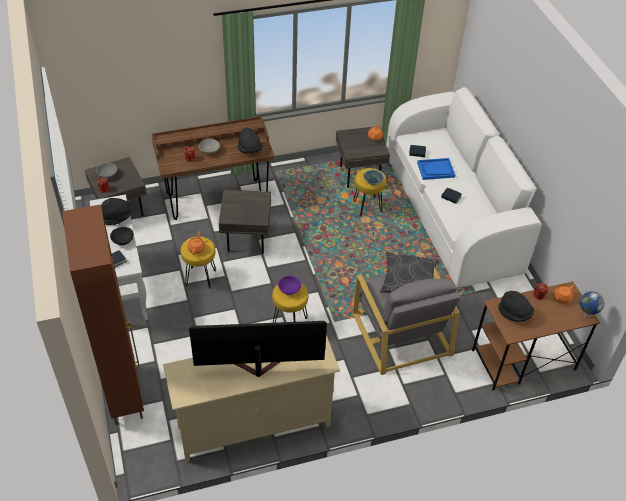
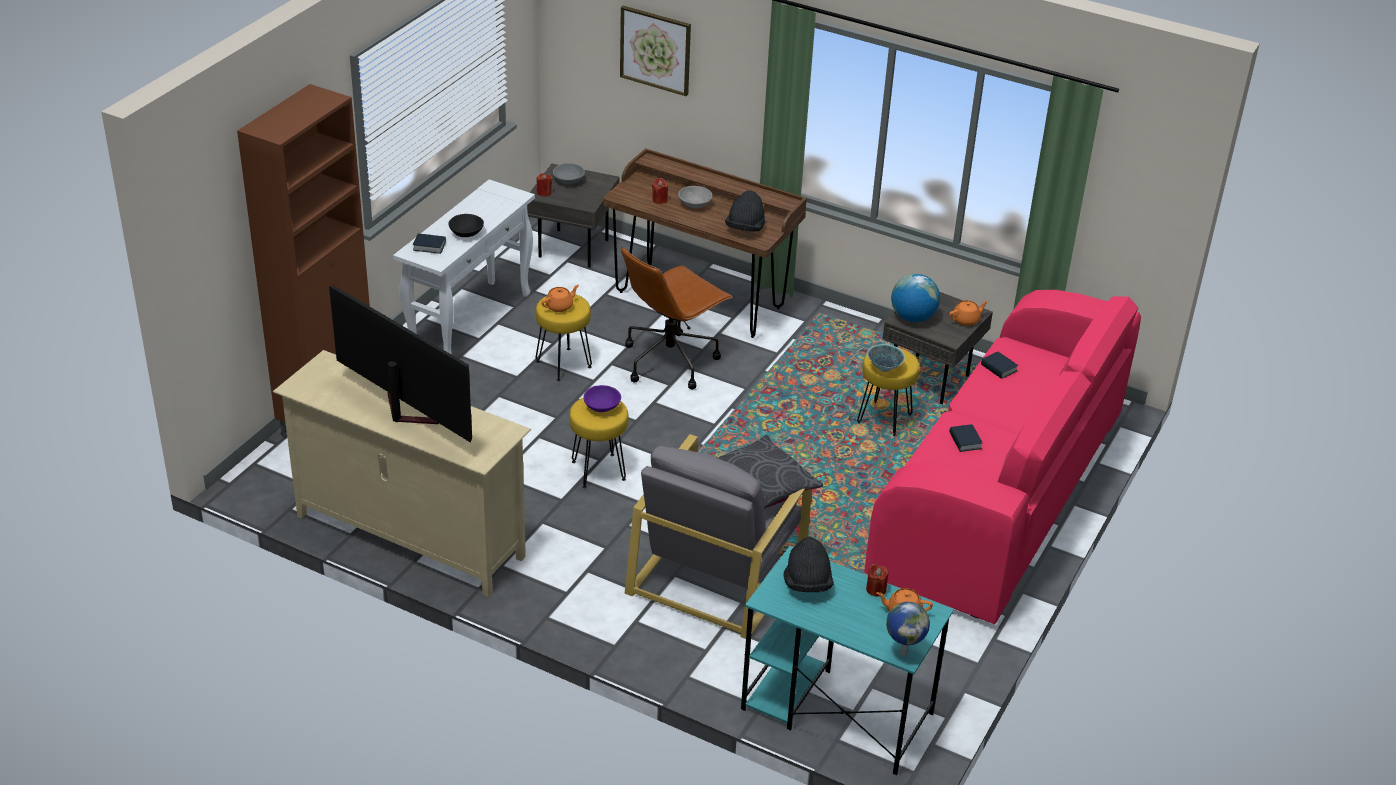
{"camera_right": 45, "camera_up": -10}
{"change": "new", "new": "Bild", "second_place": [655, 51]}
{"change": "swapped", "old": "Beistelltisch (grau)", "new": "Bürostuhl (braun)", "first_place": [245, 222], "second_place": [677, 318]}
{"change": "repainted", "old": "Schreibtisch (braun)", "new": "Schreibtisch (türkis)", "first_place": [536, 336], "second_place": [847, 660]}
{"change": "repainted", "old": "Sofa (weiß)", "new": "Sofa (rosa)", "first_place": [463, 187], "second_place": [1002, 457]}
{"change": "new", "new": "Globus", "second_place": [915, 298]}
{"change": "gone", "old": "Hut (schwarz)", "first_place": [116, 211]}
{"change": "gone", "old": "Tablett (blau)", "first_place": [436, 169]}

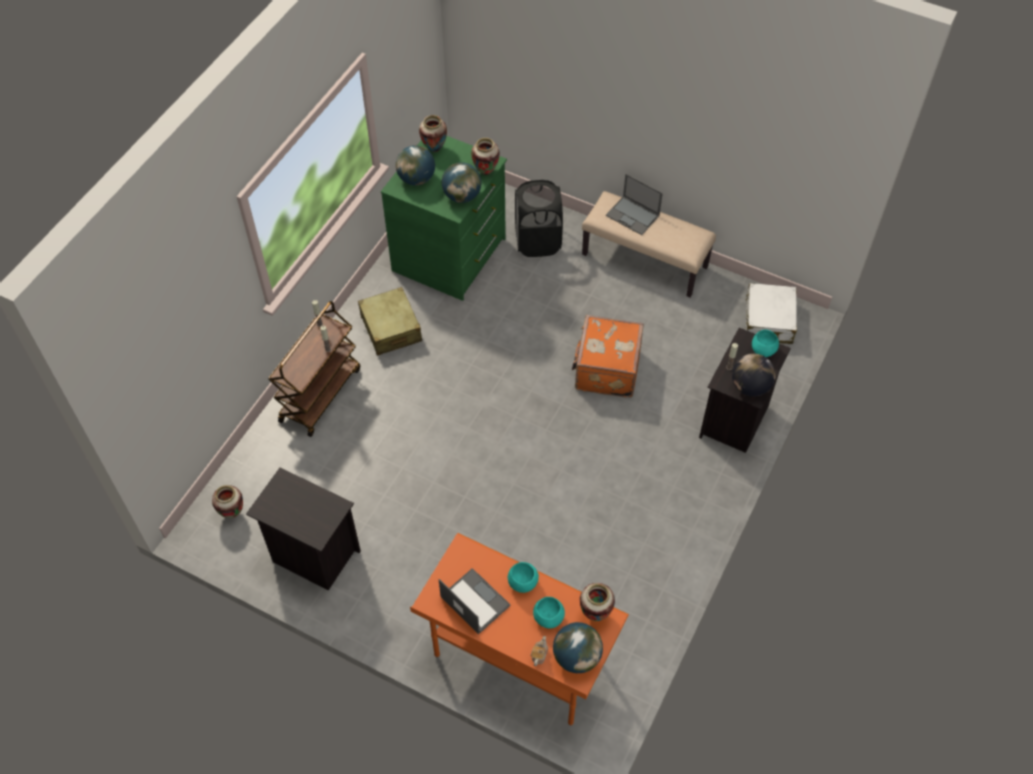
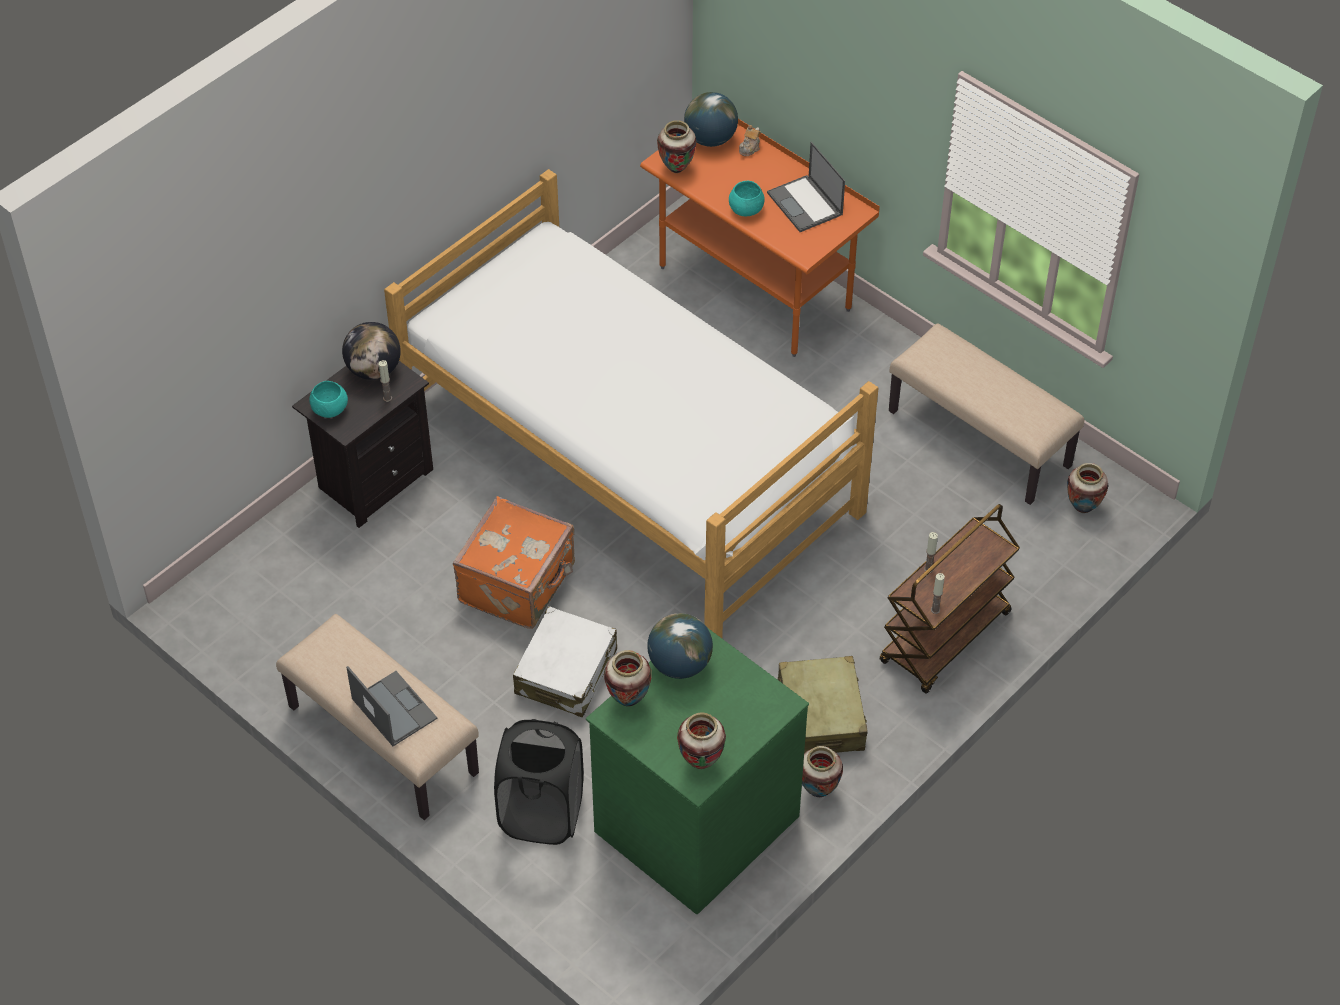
{"camera_right": -165, "camera_up": -5}
{"change": "new", "new": "Bett", "second_place": [631, 403]}
{"change": "shifted", "old": "Koffer (weiß)", "first_place": [771, 313], "second_place": [565, 661]}
{"change": "new", "new": "Vase", "second_place": [822, 771]}
{"change": "swapped", "old": "Nachttisch (schwarz)", "new": "Bank (beige)", "first_place": [303, 529], "second_place": [986, 414]}
{"change": "gone", "old": "Globus", "first_place": [415, 165]}
{"change": "gone", "old": "Schüssel (türkis)", "first_place": [549, 613]}

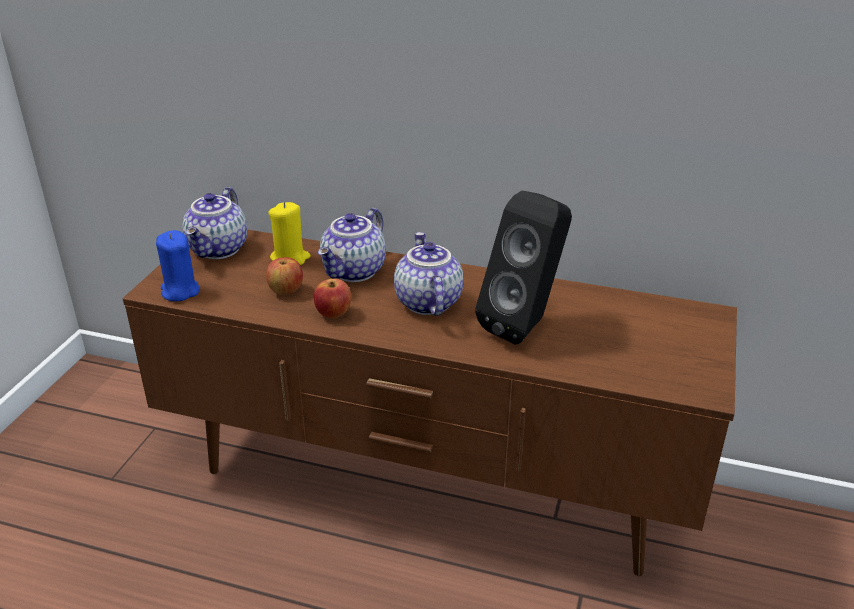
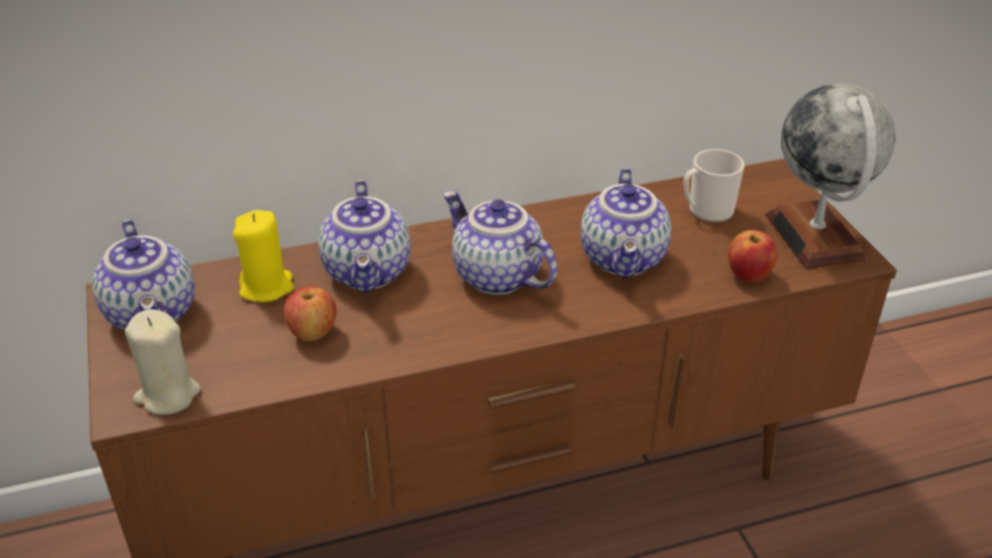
{"camera_right": -35, "camera_up": 5}
{"change": "repainted", "old": "Kerze (blau)", "new": "Kerze (beige)", "first_place": [177, 265], "second_place": [163, 362]}
{"change": "swapped", "old": "Lautsprecher (schwarz)", "new": "Teekanne", "first_place": [523, 267], "second_place": [626, 223]}
{"change": "new", "new": "Henkelbecher", "second_place": [714, 186]}
{"change": "shifted", "old": "Apfel", "first_place": [333, 299], "second_place": [752, 256]}
{"change": "new", "new": "Globus", "second_place": [831, 176]}

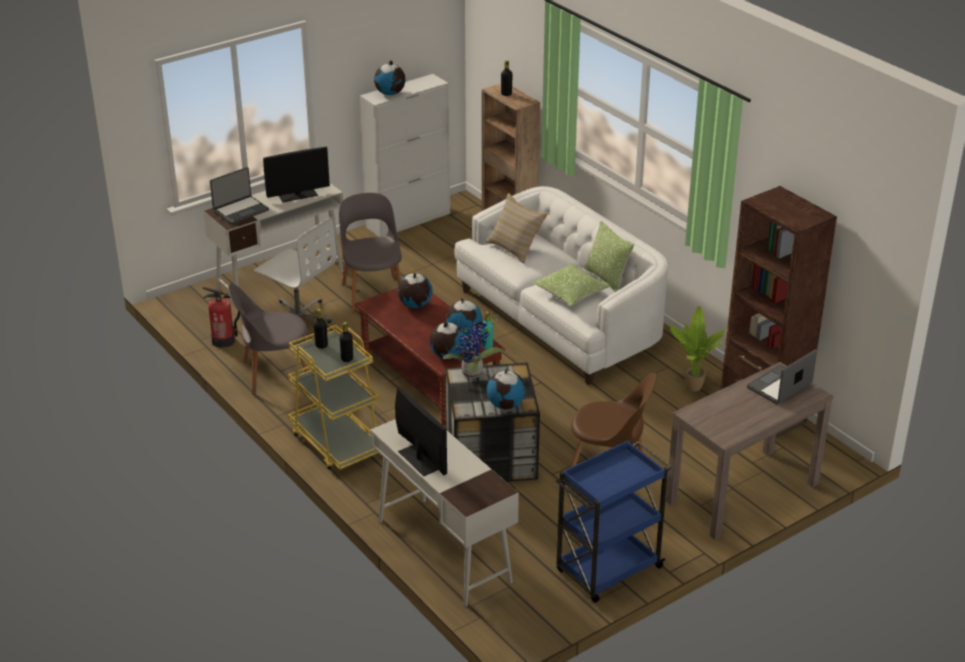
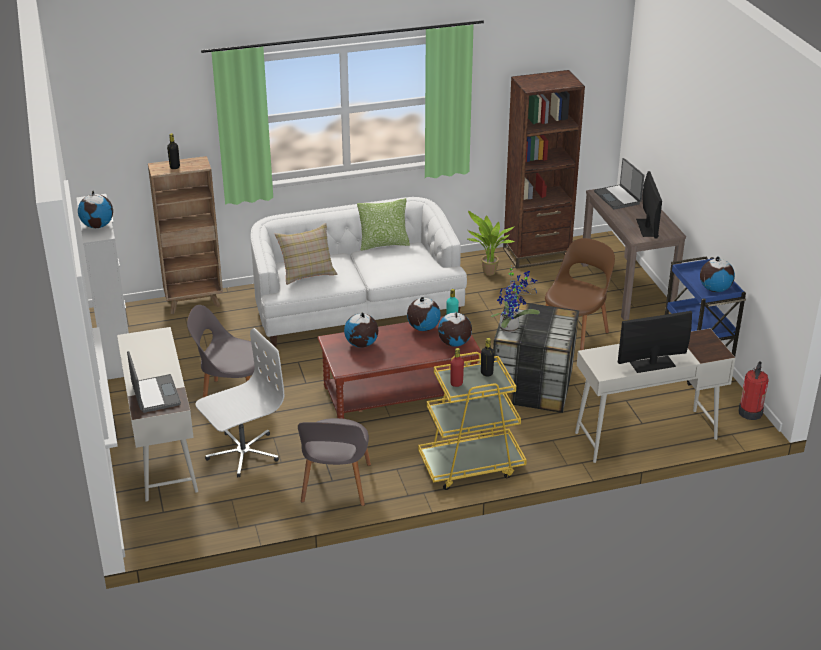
{"camera_right": -70, "camera_up": 0}
{"change": "repainted", "old": "Flasche (schwarz)", "new": "Flasche (rot)", "first_place": [320, 329], "second_place": [457, 367]}
{"change": "shifted", "old": "Monitor", "first_place": [296, 174], "second_place": [649, 205]}
{"change": "shifted", "old": "Globus", "first_place": [506, 388], "second_place": [717, 274]}
{"change": "shifted", "old": "Feuerlöscher", "first_place": [221, 317], "second_place": [753, 390]}
{"change": "gone", "old": "Kissen", "first_place": [571, 284]}

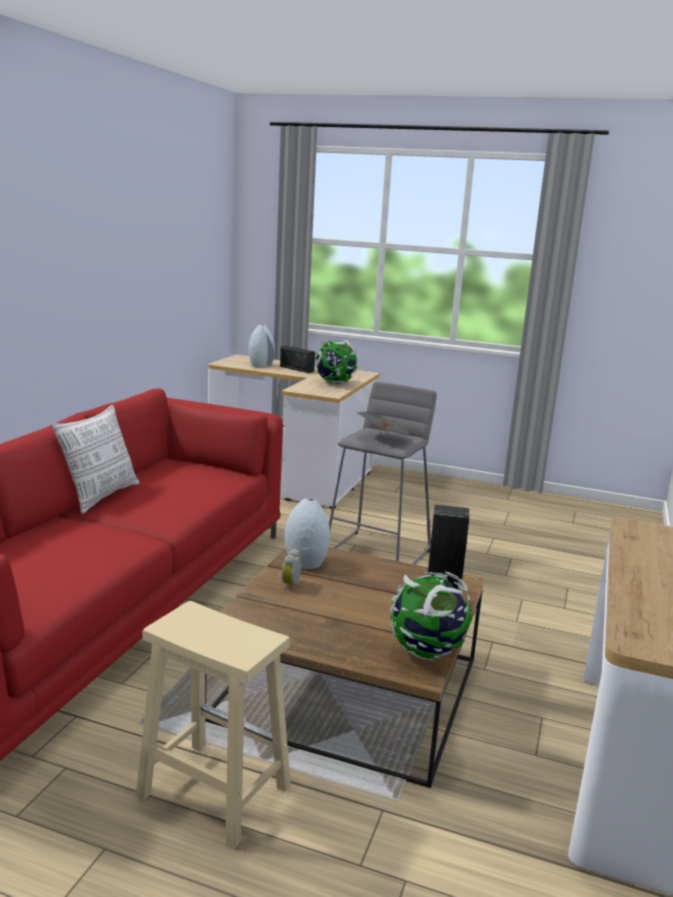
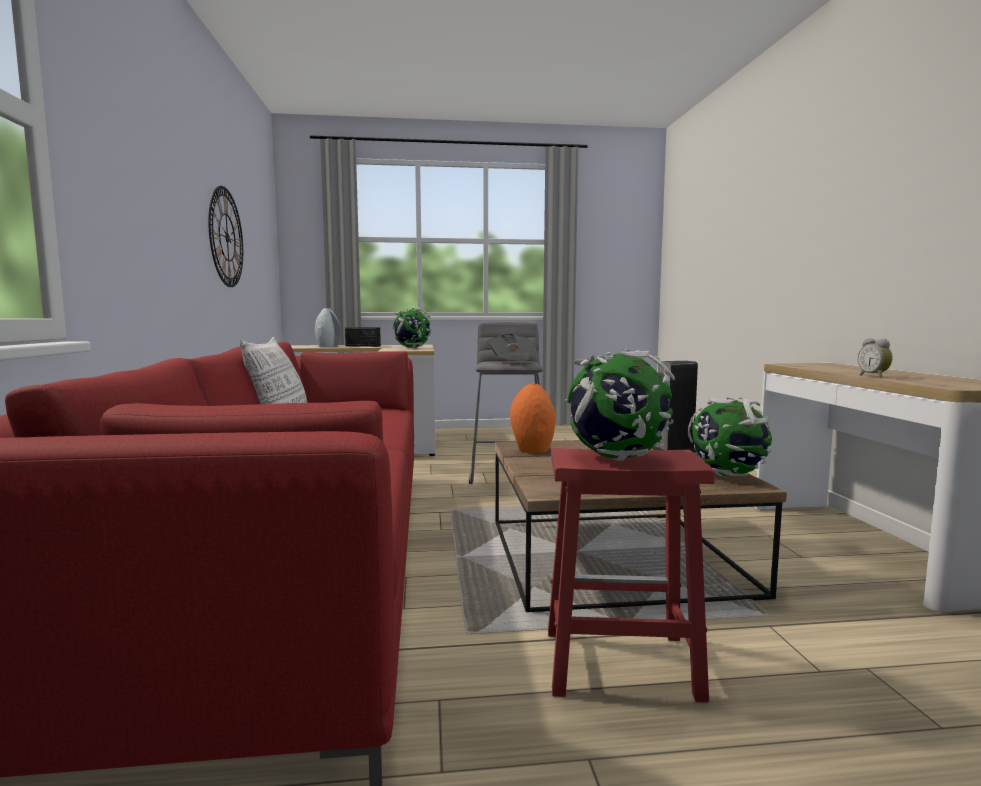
{"camera_right": -25, "camera_up": -10}
{"change": "new", "new": "Wanduhr", "second_place": [225, 236]}
{"change": "repainted", "old": "Vase (grau)", "new": "Vase (orange)", "first_place": [307, 533], "second_place": [532, 418]}
{"change": "repainted", "old": "Hocker (beige)", "new": "Hocker (rot)", "first_place": [213, 724], "second_place": [631, 575]}
{"change": "new", "new": "Globus", "second_place": [620, 405]}
{"change": "shifted", "old": "Wecker", "first_place": [291, 569], "second_place": [875, 358]}

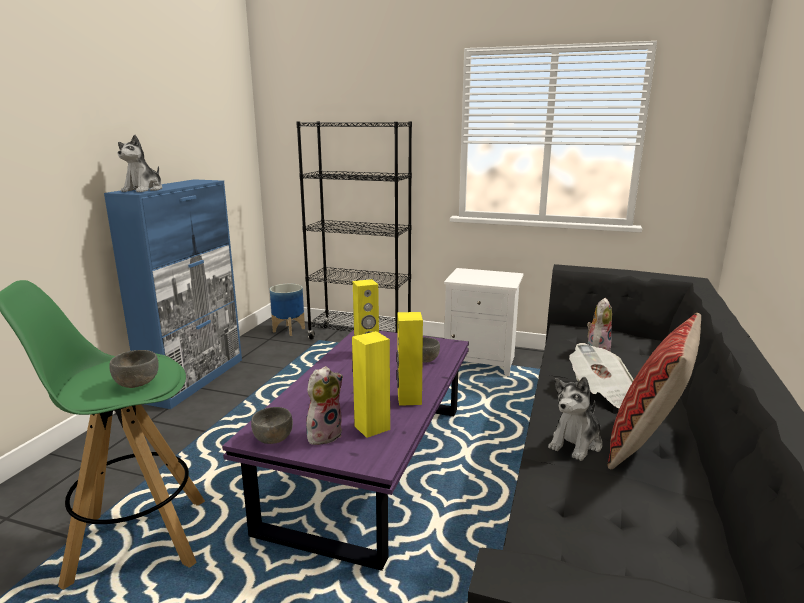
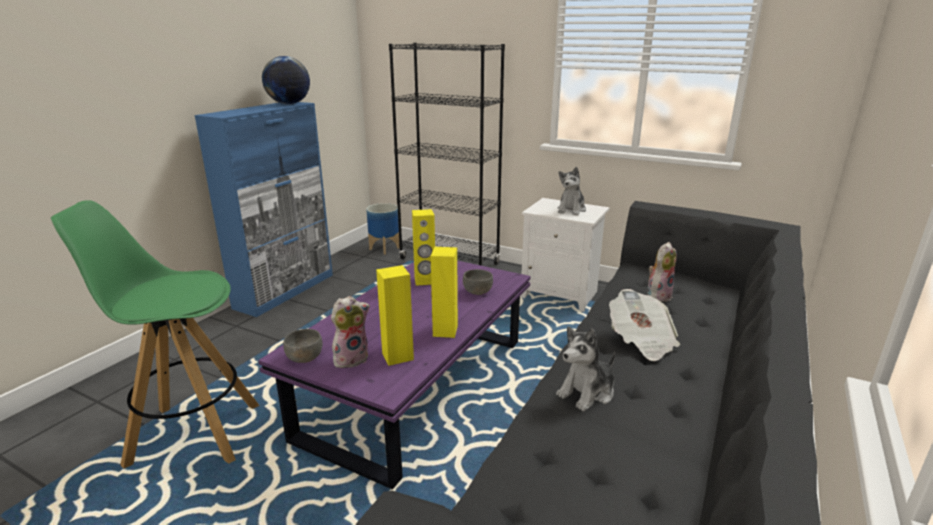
{"camera_right": 10, "camera_up": 5}
{"change": "new", "new": "Globus", "second_place": [286, 80]}
{"change": "shifted", "old": "Plüschtier", "first_place": [140, 163], "second_place": [572, 191]}
{"change": "gone", "old": "Schüssel (grau)", "first_place": [134, 369]}
{"change": "gone", "old": "Kissen", "first_place": [654, 391]}

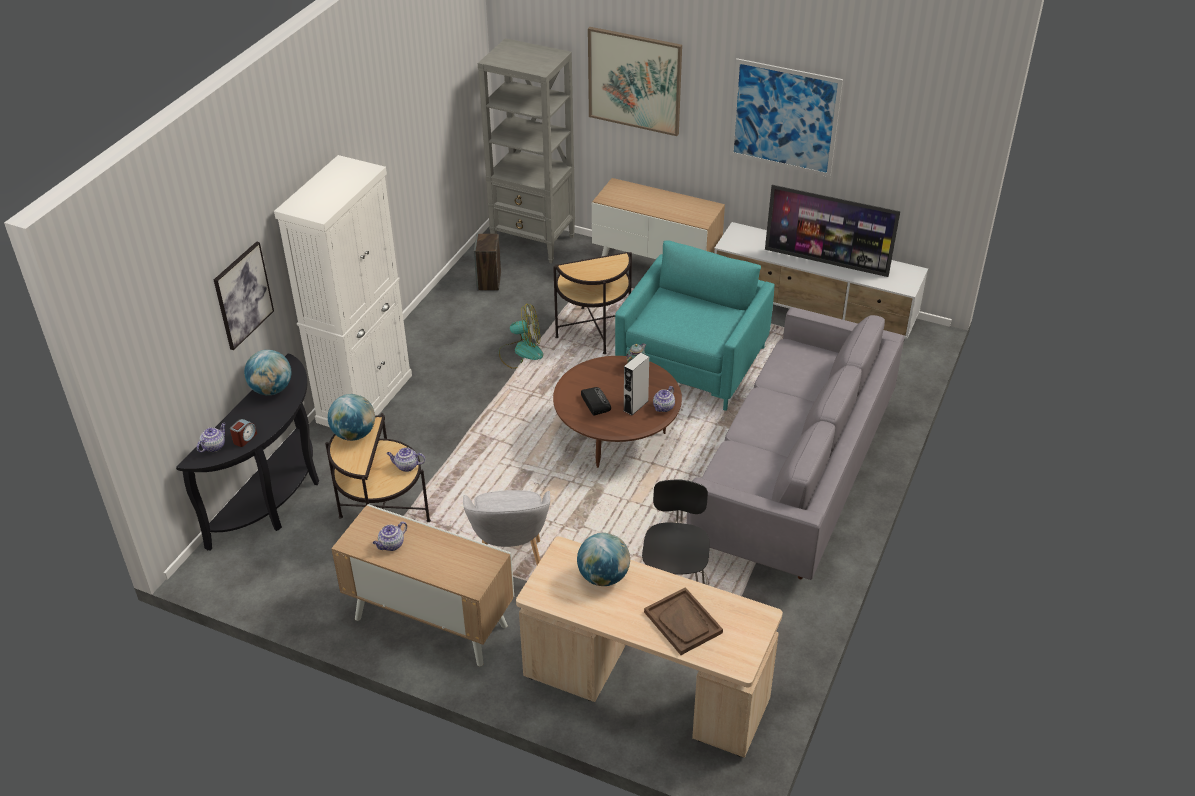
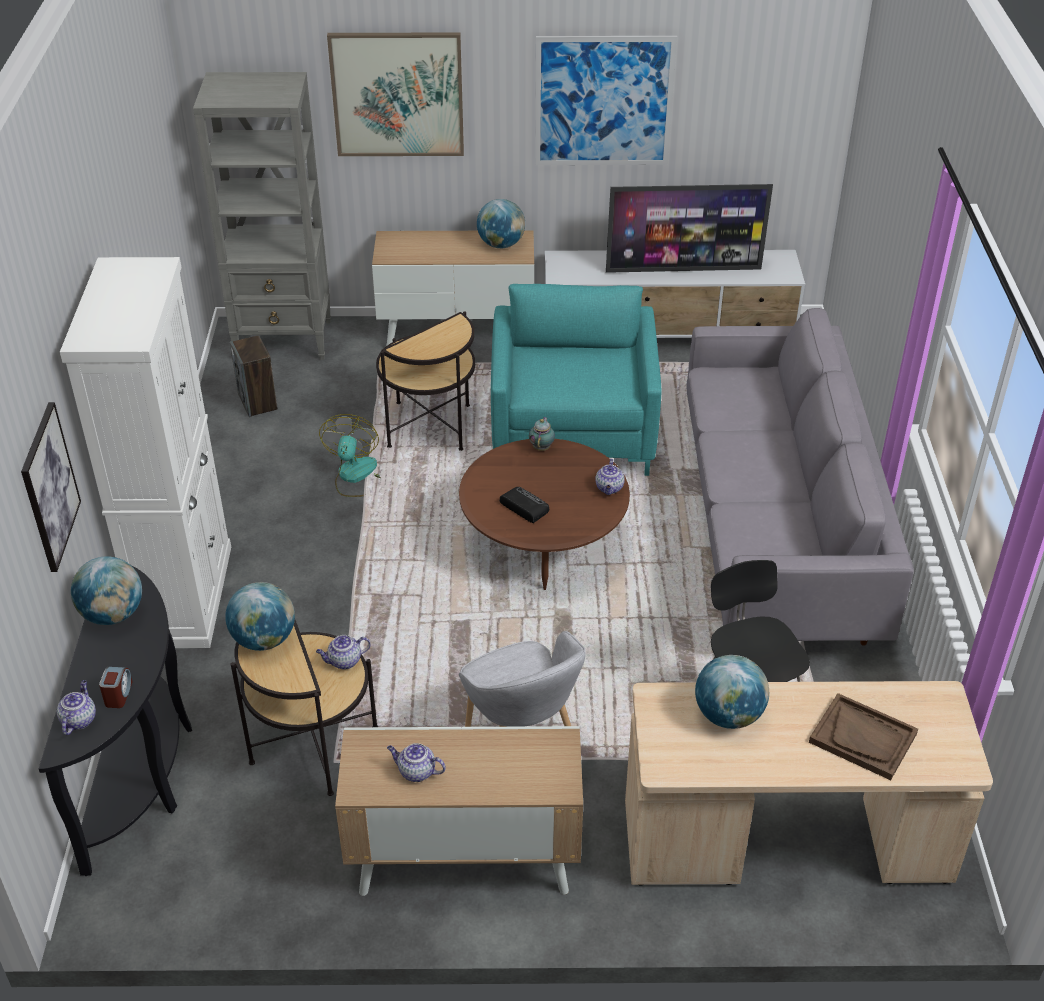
{"camera_right": -25, "camera_up": 0}
{"change": "rotated", "old": "Ventilator", "first_place": [521, 336], "second_place": [350, 455], "degrees": -60}
{"change": "rotated", "old": "Teekanne", "first_place": [390, 536], "second_place": [416, 762], "degrees": 90}
{"change": "new", "new": "Globus", "second_place": [501, 223]}
{"change": "gone", "old": "Lautsprecher (grau)", "first_place": [636, 383]}

